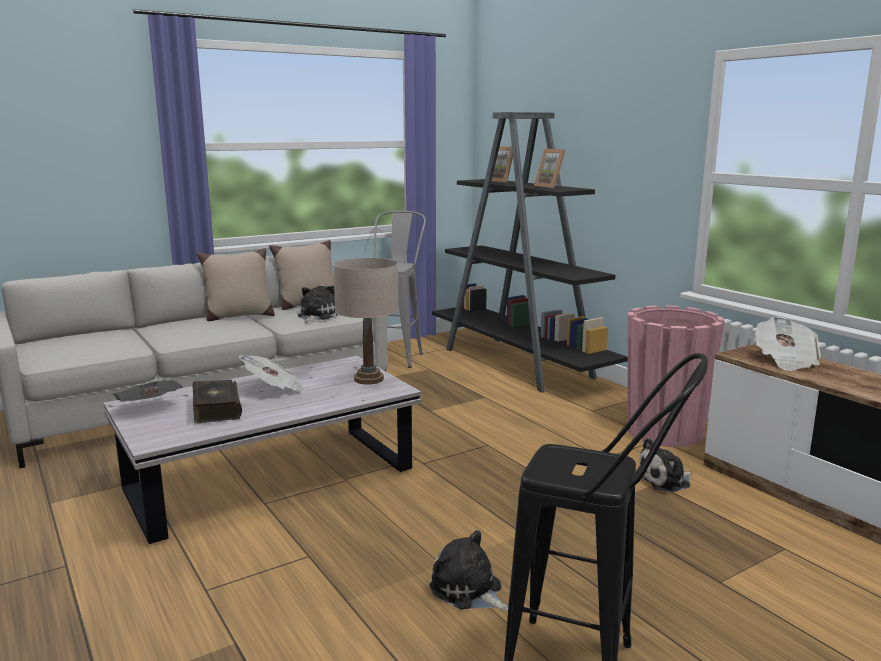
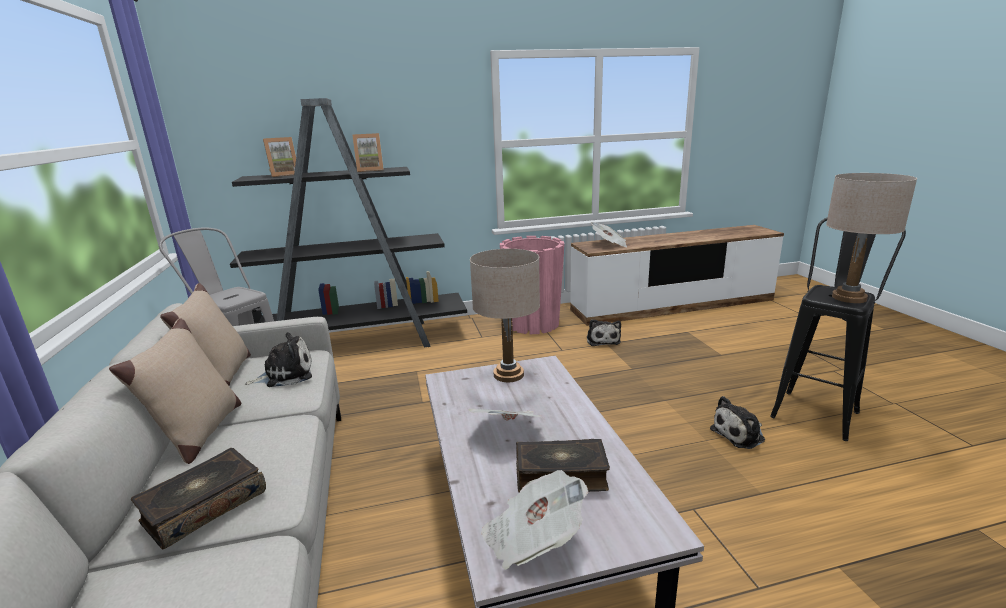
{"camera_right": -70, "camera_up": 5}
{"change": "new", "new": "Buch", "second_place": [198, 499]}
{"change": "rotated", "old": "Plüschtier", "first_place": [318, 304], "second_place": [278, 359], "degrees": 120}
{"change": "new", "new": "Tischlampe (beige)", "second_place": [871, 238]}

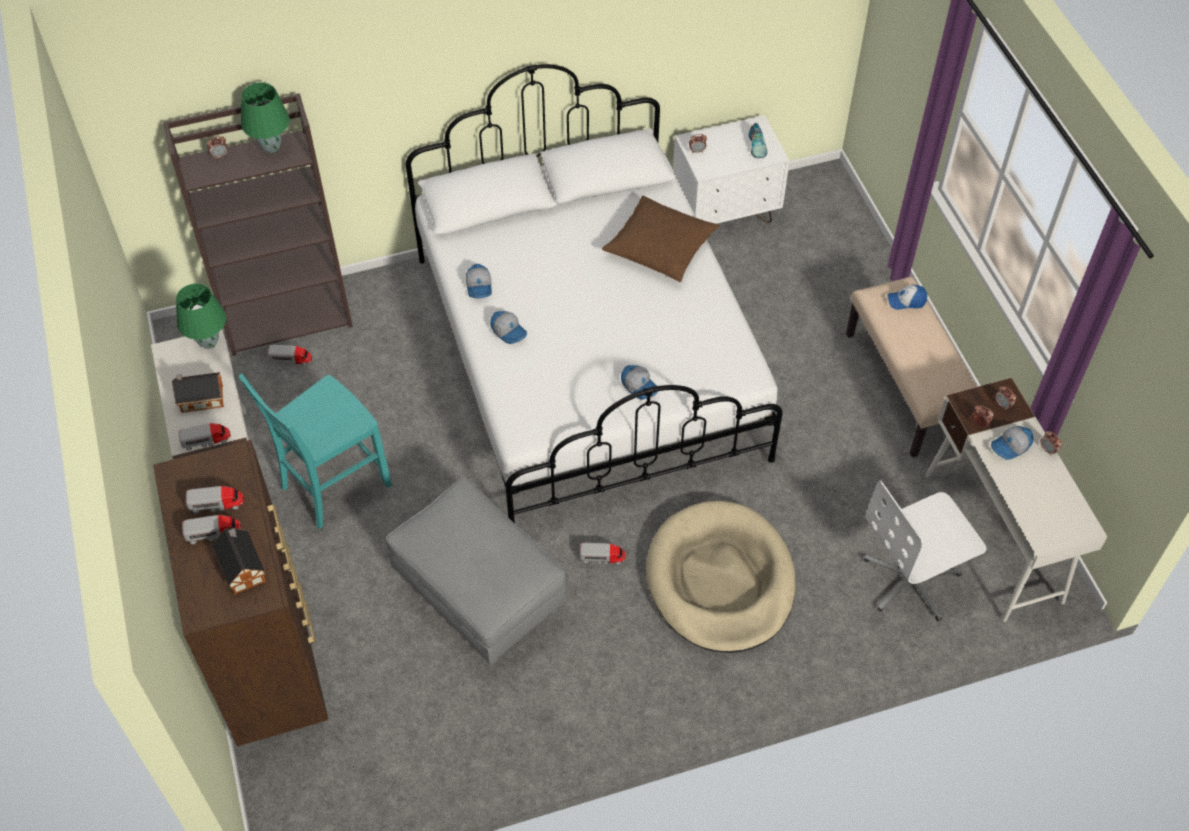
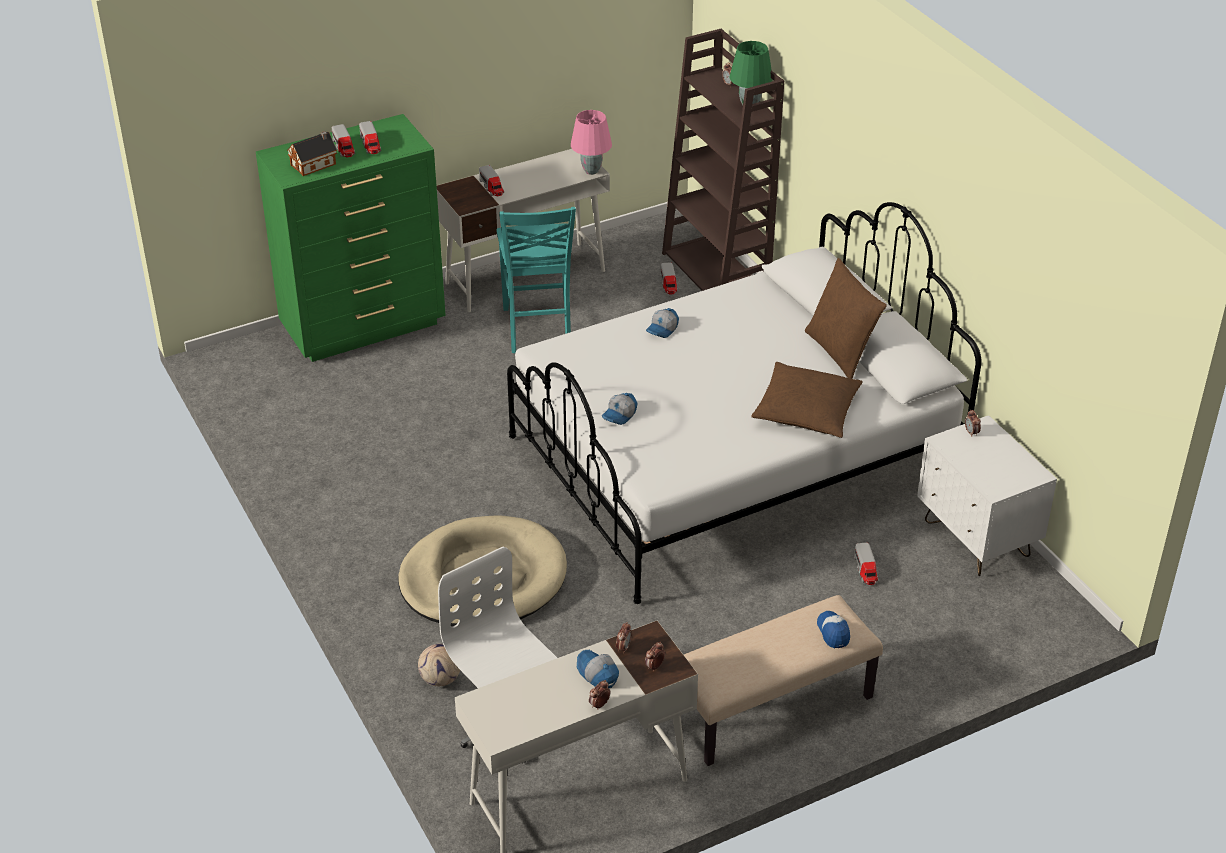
{"camera_right": 80, "camera_up": -15}
{"change": "repainted", "old": "Kommode (braun)", "new": "Kommode (grün)", "first_place": [240, 593], "second_place": [351, 238]}
{"change": "new", "new": "Fußball", "second_place": [439, 665]}
{"change": "rotated", "old": "Stuhl (türkis)", "first_place": [315, 451], "second_place": [536, 280], "degrees": -135}
{"change": "repainted", "old": "Tischlampe (grün)", "new": "Tischlampe (rosa)", "first_place": [201, 316], "second_place": [591, 142]}
{"change": "new", "new": "Kissen (braun)", "second_place": [846, 318]}
{"change": "shifted", "old": "Spielzeuglaster", "first_place": [603, 554], "second_place": [866, 563]}
{"change": "gone", "old": "Spielzeughaus", "first_place": [198, 392]}
{"change": "gone", "old": "Polsterhocker (grau)", "first_place": [476, 571]}
{"change": "gone", "old": "Kappe", "first_place": [479, 281]}
{"change": "gone", "old": "Schuh", "first_place": [758, 140]}

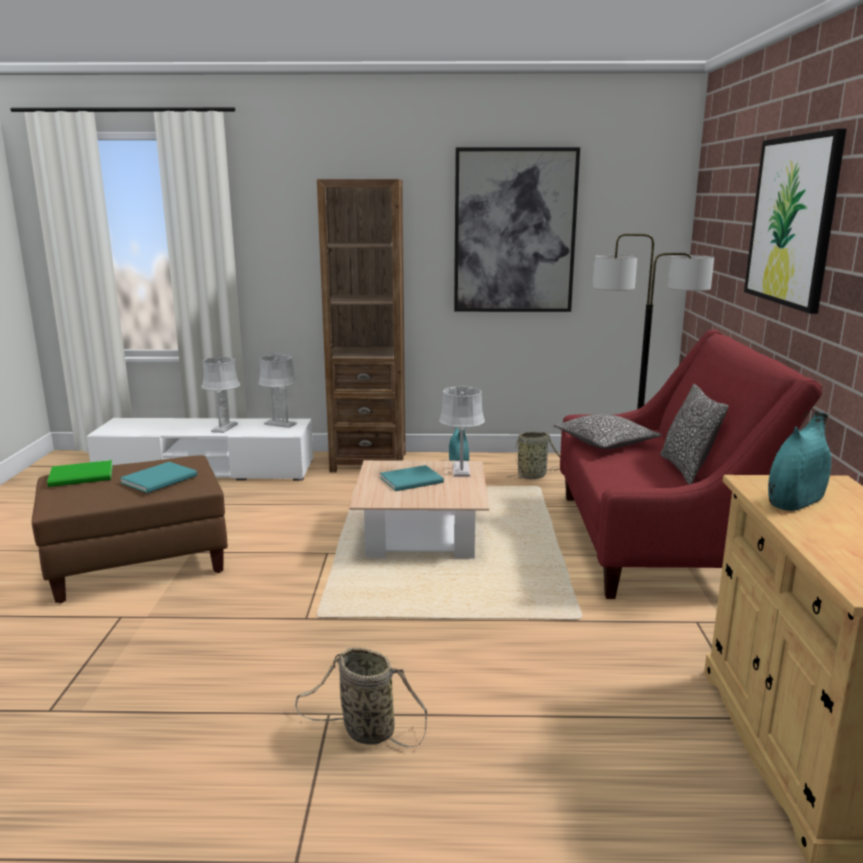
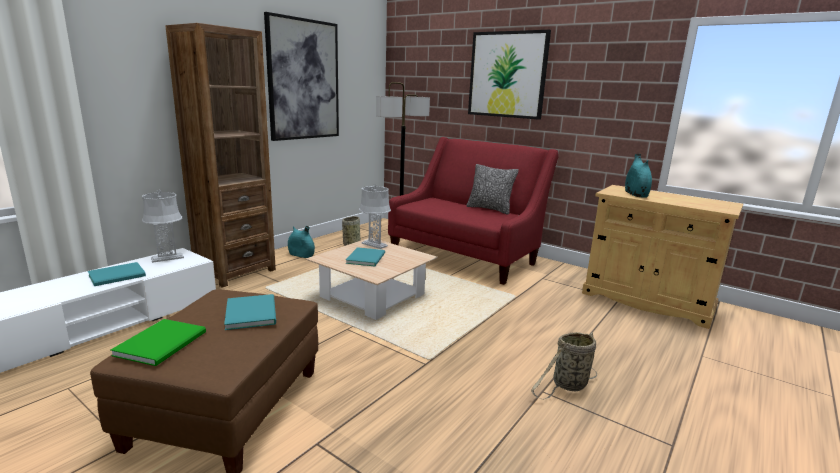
{"camera_right": -55, "camera_up": 0}
{"change": "swapped", "old": "Tischlampe (grau)", "new": "Buch (türkis)", "first_place": [220, 394], "second_place": [117, 274]}
{"change": "gone", "old": "Kissen", "first_place": [607, 431]}

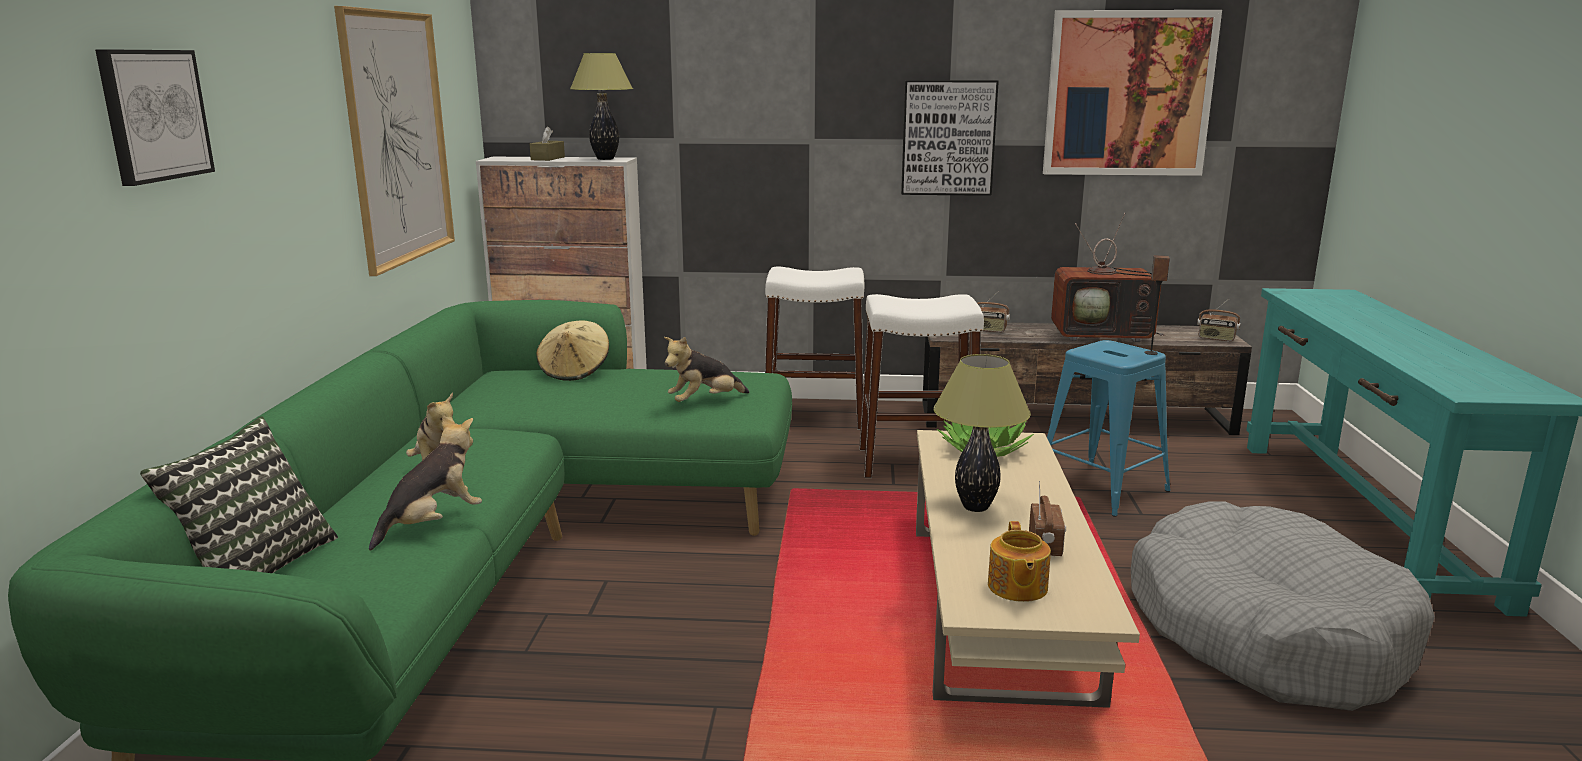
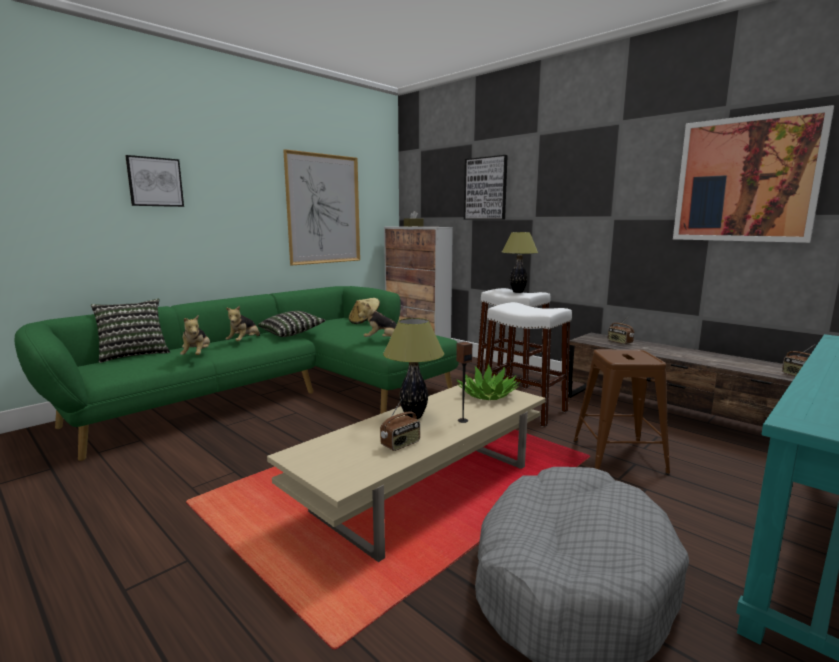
{"camera_right": 40, "camera_up": -5}
{"change": "rotated", "old": "Plüschtier", "first_place": [425, 483], "second_place": [195, 335], "degrees": 90}
{"change": "new", "new": "Kissen", "second_place": [292, 324]}
{"change": "shifted", "old": "Lautsprecher", "first_place": [1157, 305], "second_place": [464, 382]}
{"change": "shifted", "old": "Bild", "first_place": [950, 138], "second_place": [486, 187]}
{"change": "shifted", "old": "Tischlampe", "first_place": [601, 106], "second_place": [520, 262]}
{"change": "repainted", "old": "Hocker (blau)", "new": "Hocker (braun)", "first_place": [1109, 428], "second_place": [622, 412]}
{"change": "gone", "old": "Teekanne", "first_place": [1019, 561]}
{"change": "gone", "old": "Fernseher", "first_place": [1108, 277]}

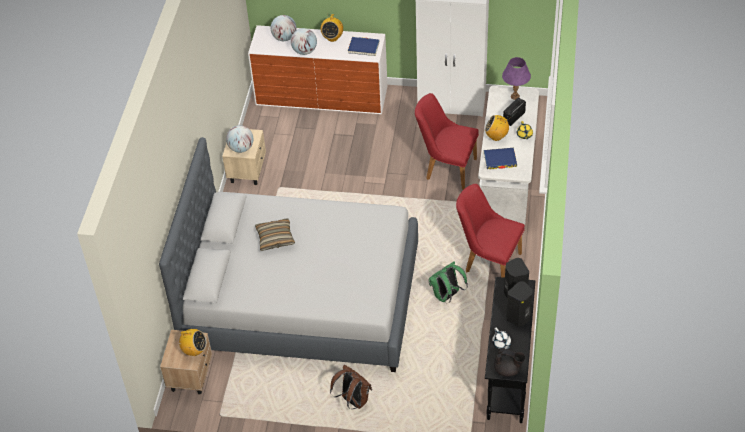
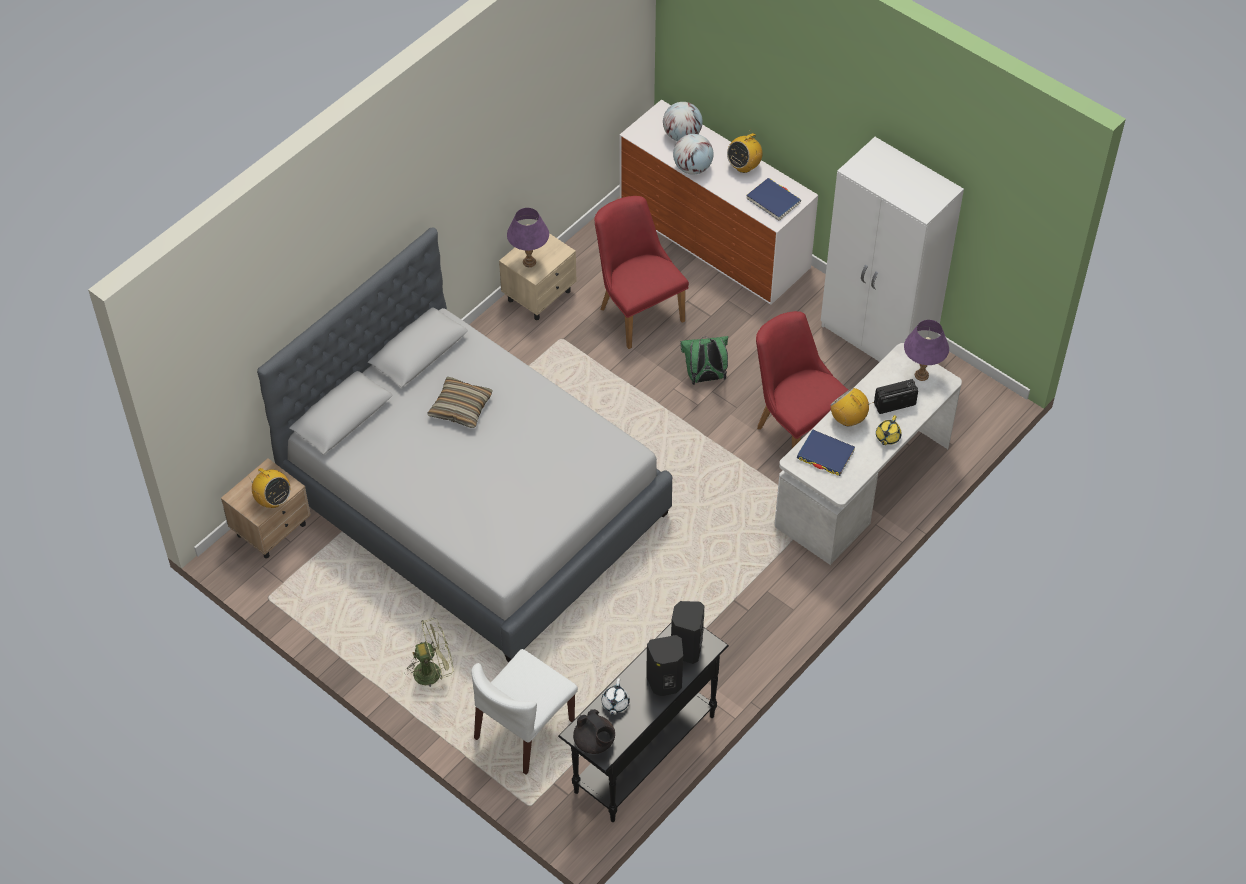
{"camera_right": 30, "camera_up": 5}
{"change": "swapped", "old": "Rucksack (braun)", "new": "Ventilator (grün)", "first_place": [351, 387], "second_place": [429, 652]}
{"change": "new", "new": "Stuhl (weiß)", "second_place": [524, 712]}
{"change": "swapped", "old": "Globus", "new": "Tischlampe (lila)", "first_place": [239, 139], "second_place": [528, 237]}
{"change": "shifted", "old": "Stuhl (rot)", "first_place": [490, 231], "second_place": [641, 272]}
{"change": "shifted", "old": "Rucksack (grün)", "first_place": [448, 281], "second_place": [704, 360]}

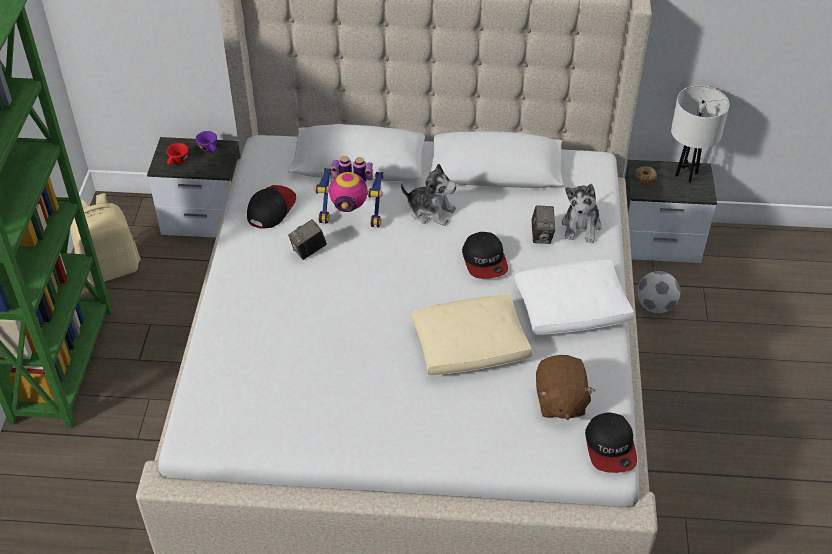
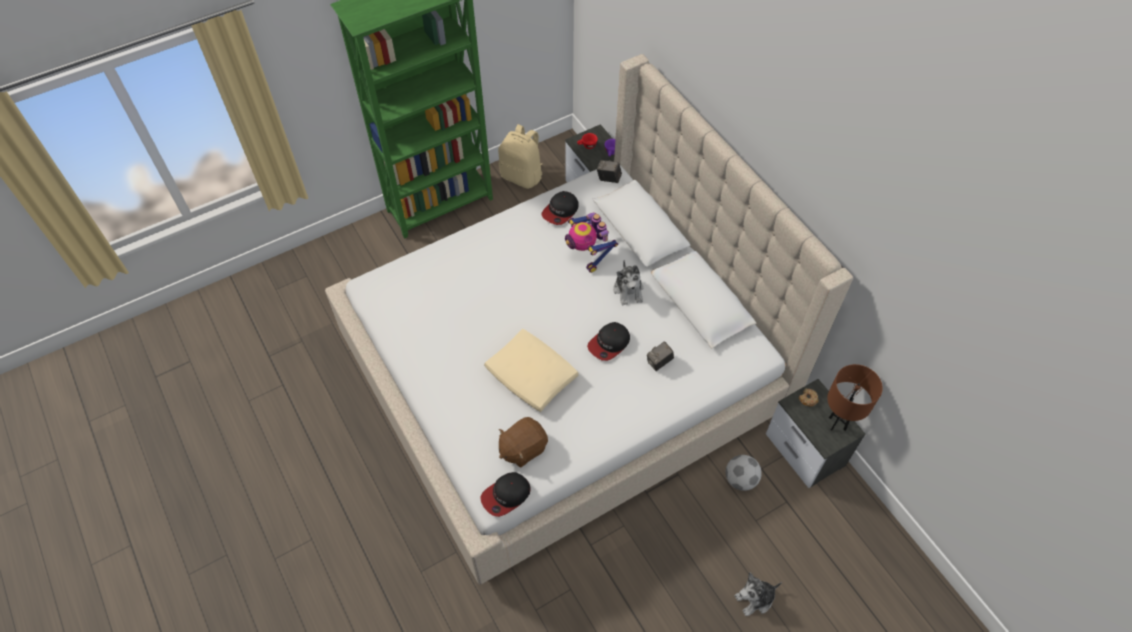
{"camera_right": 55, "camera_up": 10}
{"change": "rotated", "old": "Kappe", "first_place": [271, 207], "second_place": [560, 208], "degrees": 135}
{"change": "shifted", "old": "Kamera", "first_place": [307, 239], "second_place": [609, 171]}
{"change": "shifted", "old": "Plüschtier", "first_place": [582, 213], "second_place": [758, 594]}
{"change": "repainted", "old": "Tischlampe (weiß)", "new": "Tischlampe (braun)", "first_place": [700, 134], "second_place": [855, 397]}
{"change": "gone", "old": "Kissen (weiß)", "first_place": [574, 297]}

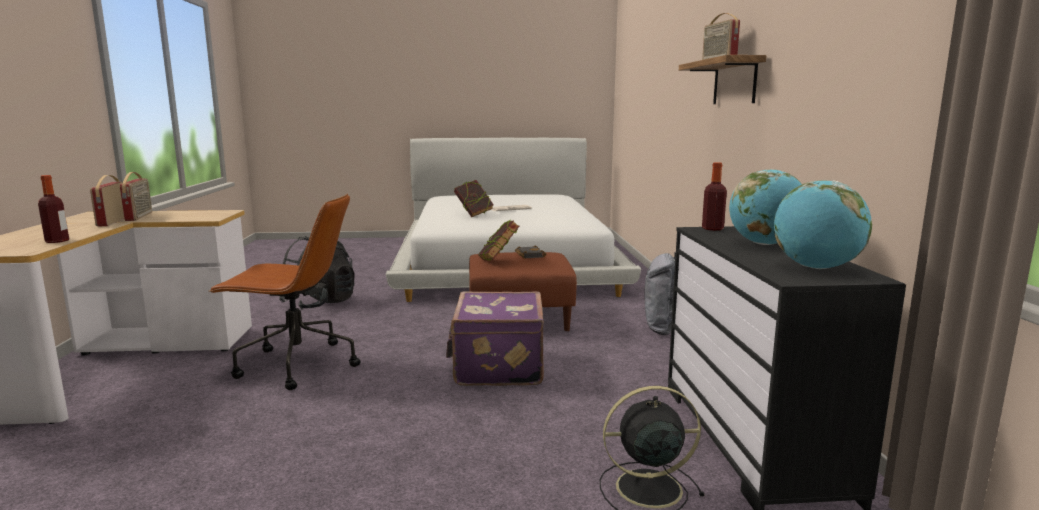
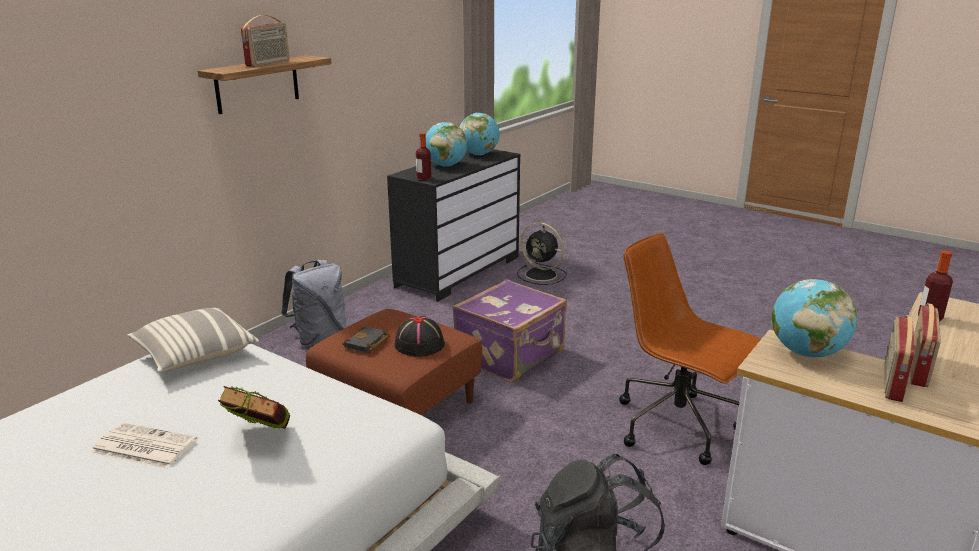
{"camera_right": -140, "camera_up": 10}
{"change": "new", "new": "Kissen", "second_place": [193, 340]}
{"change": "swapped", "old": "Buch", "new": "Hut (schwarz)", "first_place": [498, 240], "second_place": [419, 336]}
{"change": "new", "new": "Globus", "second_place": [814, 318]}

